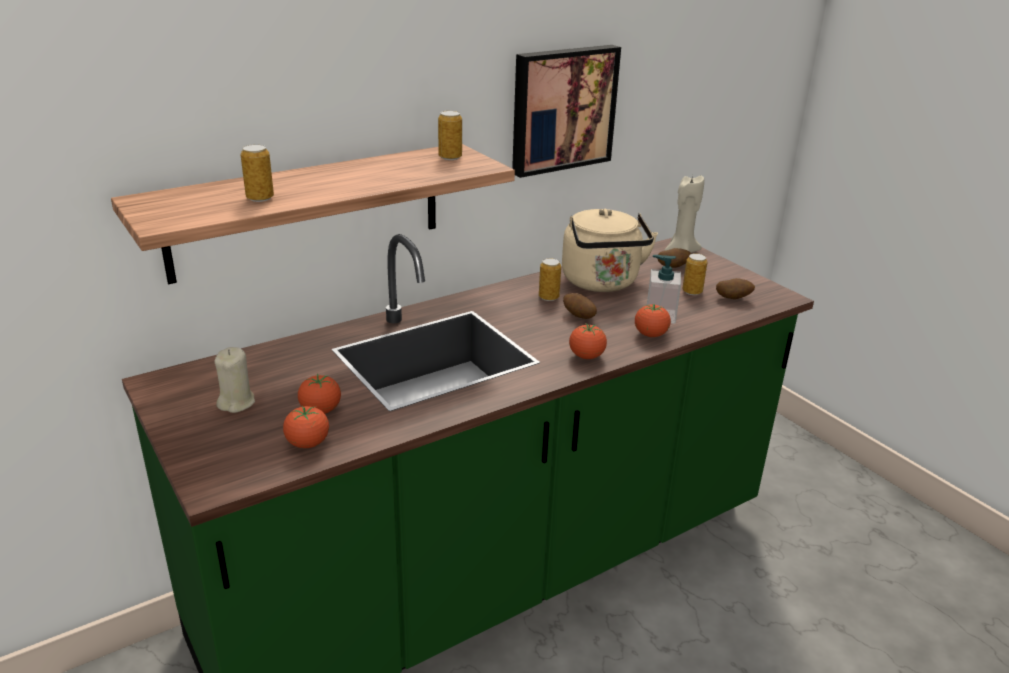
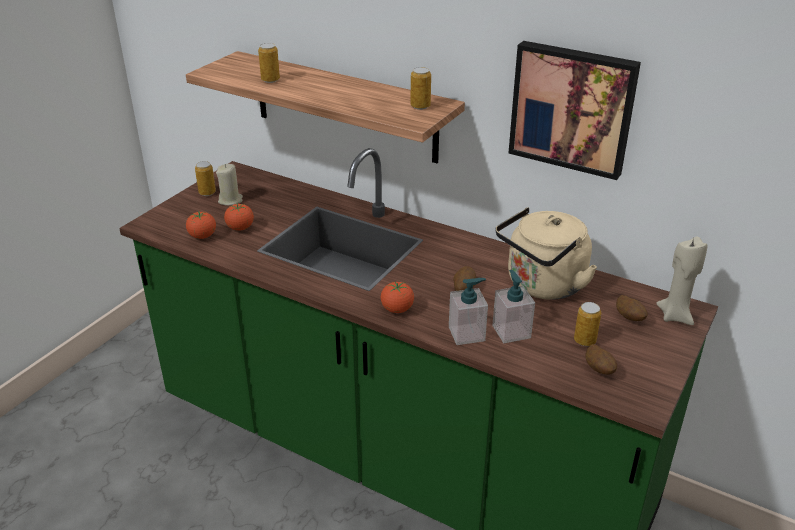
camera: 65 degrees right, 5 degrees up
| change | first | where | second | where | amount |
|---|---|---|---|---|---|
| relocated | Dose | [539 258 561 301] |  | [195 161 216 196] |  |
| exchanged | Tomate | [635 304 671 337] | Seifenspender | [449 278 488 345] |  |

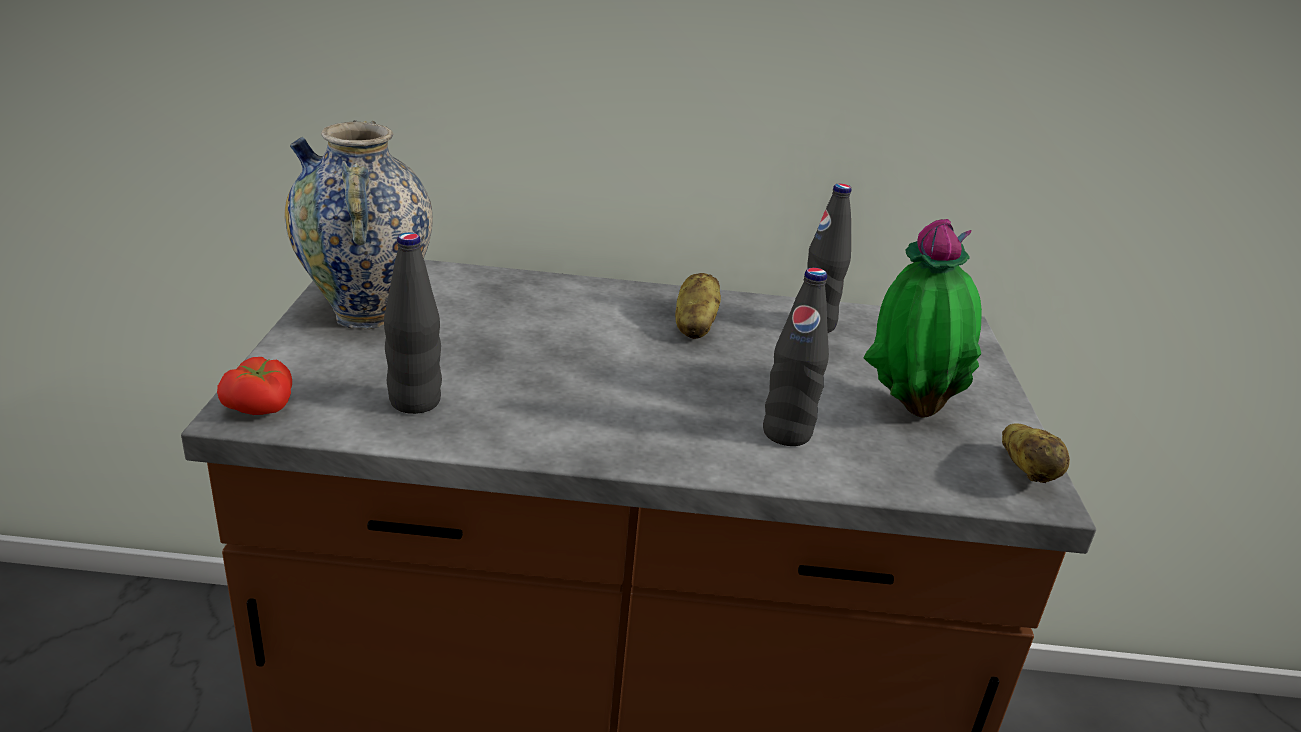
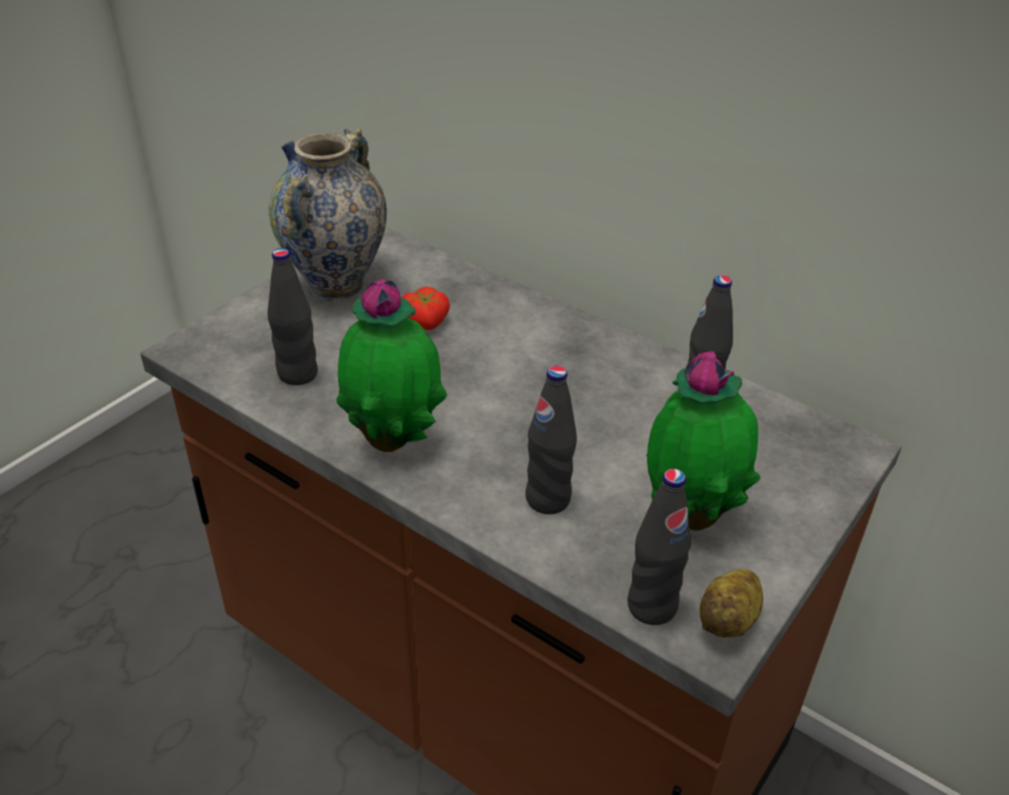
camera: 35 degrees right, 10 degrees up
| change | first | where | second | where | amount |
|---|---|---|---|---|---|
| missing | Kartoffel | [675 273 721 339] |  |  |  |
| relocated | Tomate | [217 357 292 415] |  | [401 286 450 330] |  |
| appeared |  |  | Topfpflanze | [336 279 447 452] |  |
| appeared |  |  | Flasche/schwarz | [627 469 691 625] |  |

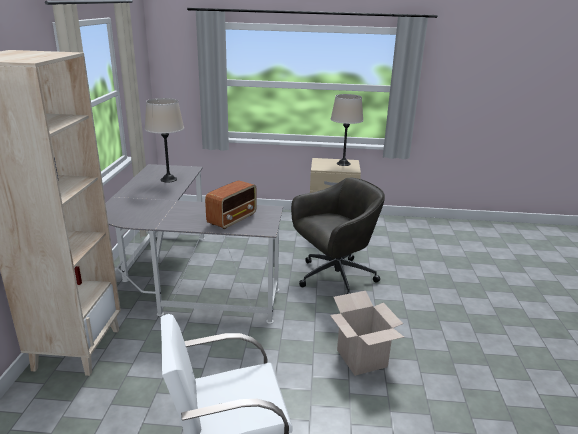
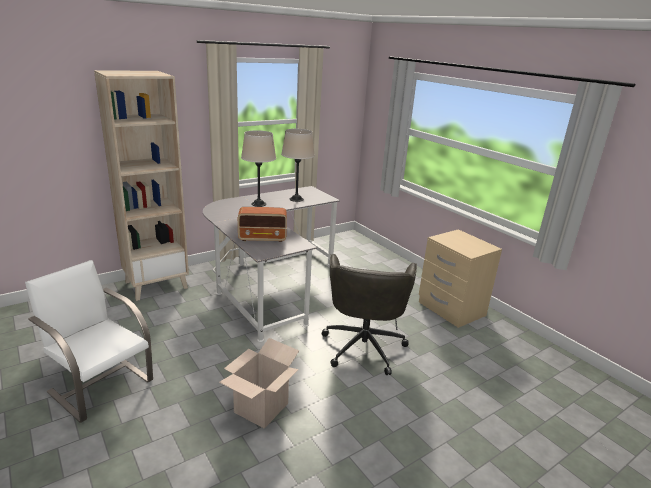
camera: 50 degrees right, 0 degrees up
| change | first | where | second | where | amount |
|---|---|---|---|---|---|
| relocated | Tischlampe/beige | [331 94 363 166] |  | [241 130 276 207] |  |
| spun | Bürostuhl/grau | [291 178 385 294] |  | [322 254 417 375] | 75 degrees clockwise |

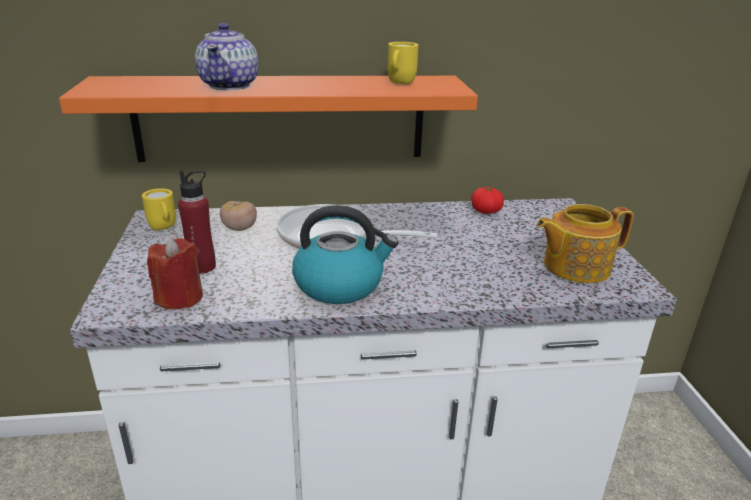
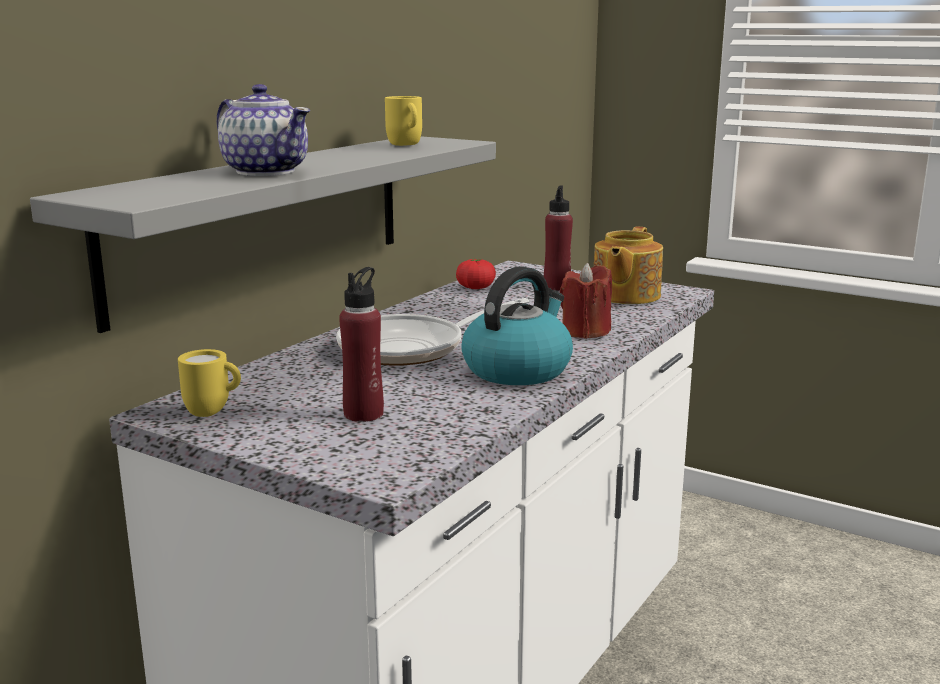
camera: 50 degrees left, 10 degrees down
| change | first | where | second | where | amount |
|---|---|---|---|---|---|
| colour | Wandregal/orange | [59 76 478 162] | Wandregal/grau | [30 136 496 333] |  |
| missing | Tomate | [220 201 257 231] |  |  |  |
| relocated | Kerze/rot | [147 237 203 309] |  | [560 263 612 339] |  |
| appeared |  |  | Flasche/rot | [544 186 573 291] |  |

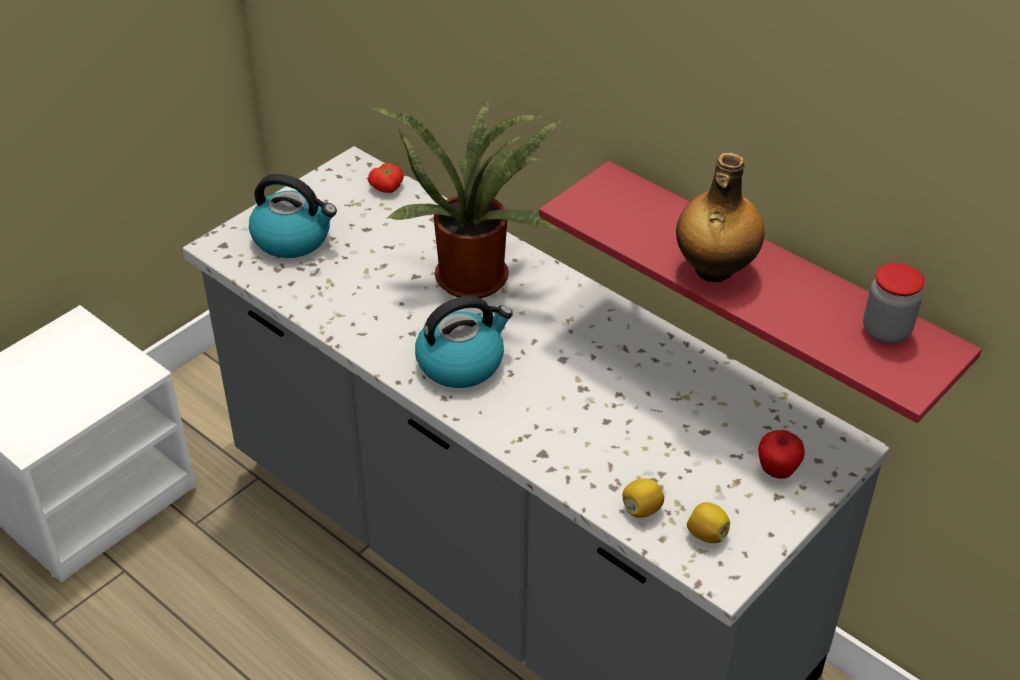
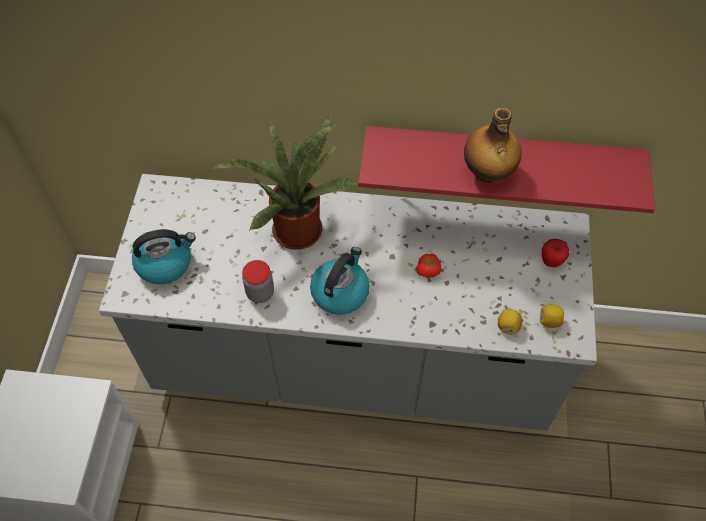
camera: 35 degrees left, 15 degrees up
| change | first | where | second | where | amount |
|---|---|---|---|---|---|
| relocated | Tomate | [368 163 404 193] |  | [416 253 441 277] |  |
| relocated | Vorratsglas | [863 263 924 344] |  | [242 260 274 303] |  |

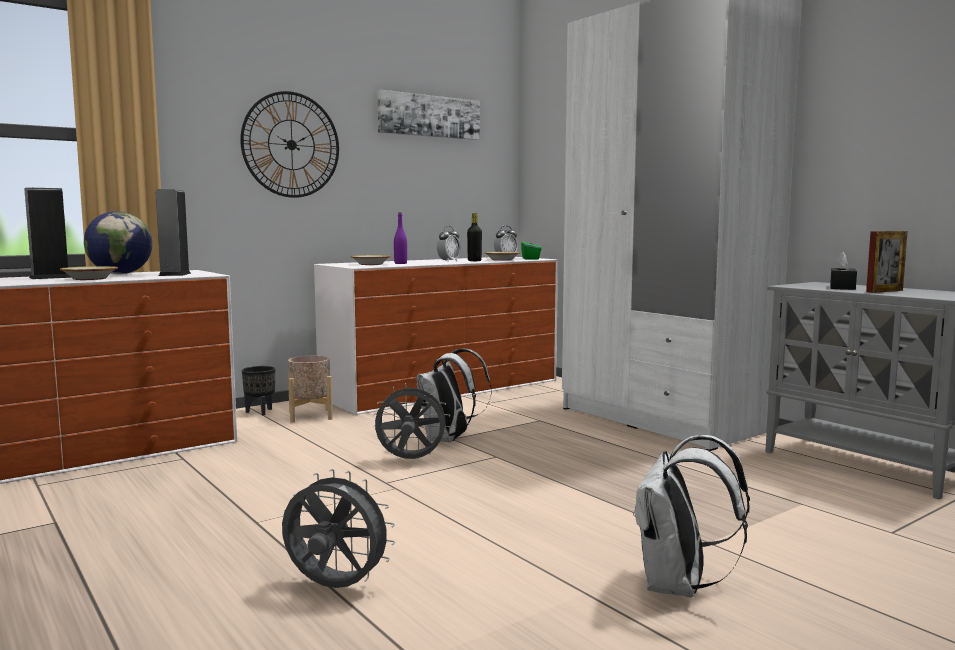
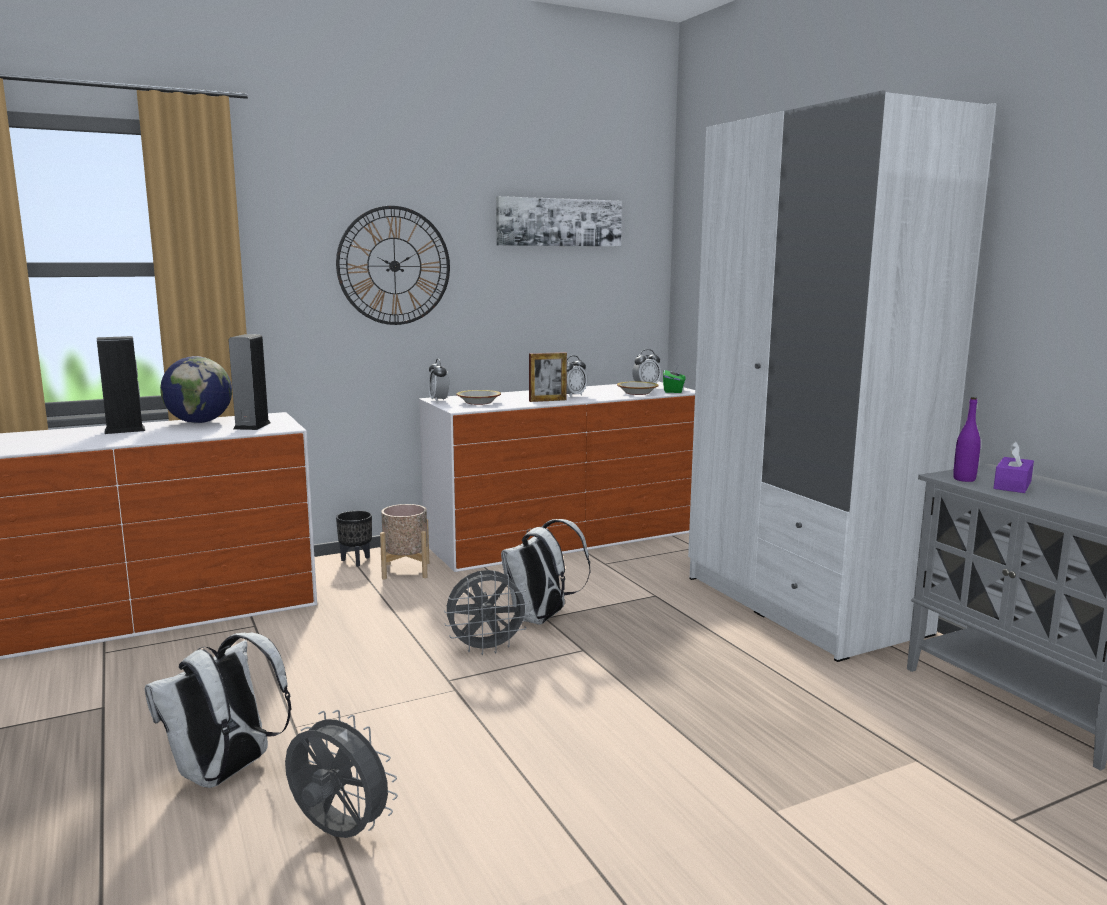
camera: 10 degrees right, 5 degrees up
| change | first | where | second | where | amount |
|---|---|---|---|---|---|
| relocated | Flasche/lila | [394 213 407 264] |  | [953 397 981 482] |  |
| missing | Flasche/schwarz | [467 213 482 261] |  |  |  |
| relocated | Bilderrahmen | [866 231 908 293] |  | [529 352 567 402] |  |
| colour | Taschentuchbox/schwarz | [830 252 857 290] | Taschentuchbox/lila | [994 441 1034 493] |  |
| missing | Schüssel | [60 266 118 280] |  |  |  |
| spun | Ventilator/grau | [373 383 450 459] |  | [444 570 531 655] | 150 degrees clockwise |
| relocated | Rucksack/weiß | [633 435 750 597] |  | [145 633 291 788] |  |
| appeared |  |  | Wecker | [428 359 449 402] |  |

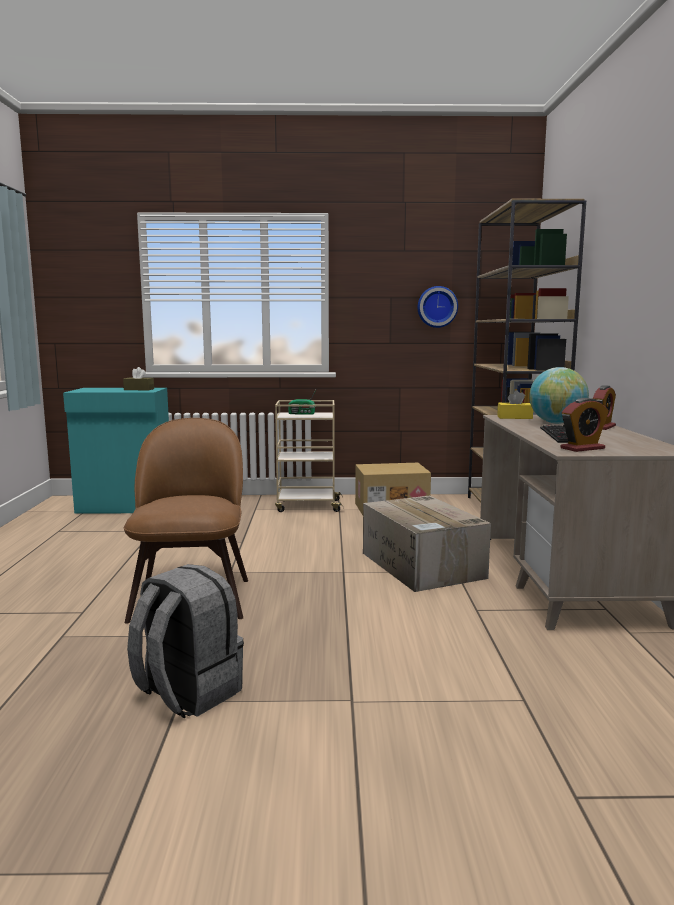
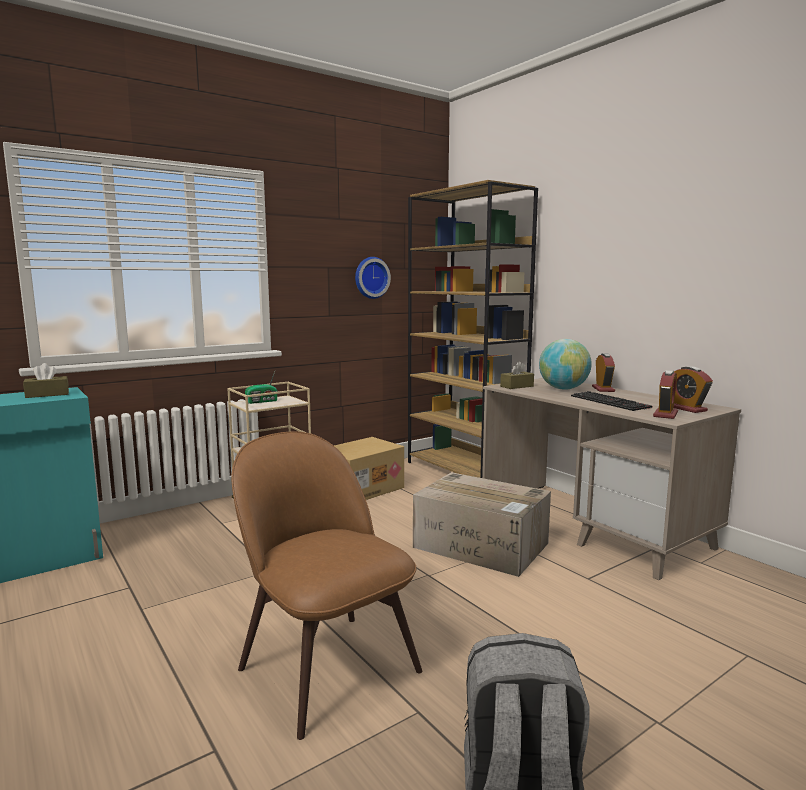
camera: 35 degrees left, 0 degrees up
| change | first | where | second | where | amount |
|---|---|---|---|---|---|
| colour | Taschentuchbox/gelb | [497 390 533 419] | Taschentuchbox/braun | [500 361 534 389] |  |
| appeared |  |  | Wecker | [674 366 713 413] |  |

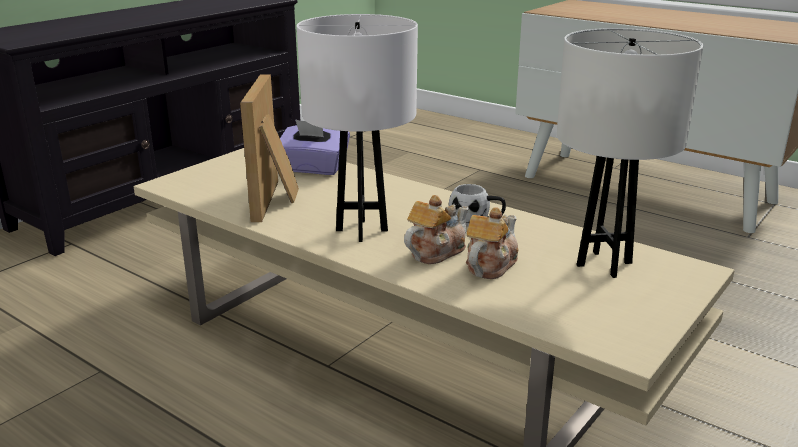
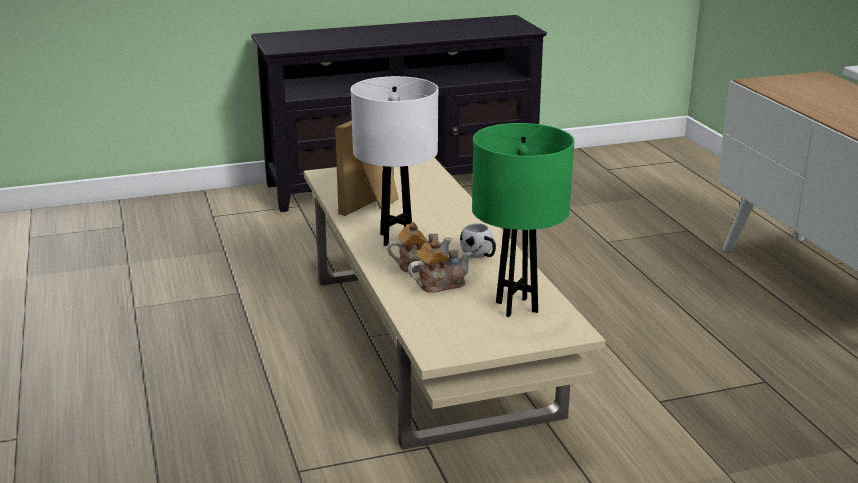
camera: 35 degrees right, 0 degrees up
| change | first | where | second | where | amount |
|---|---|---|---|---|---|
| colour | Tischlampe/weiß | [557 28 703 278] | Tischlampe/grün | [472 123 574 317] |  |
| missing | Taschentuchbox/lila | [280 119 350 175] |  |  |  |

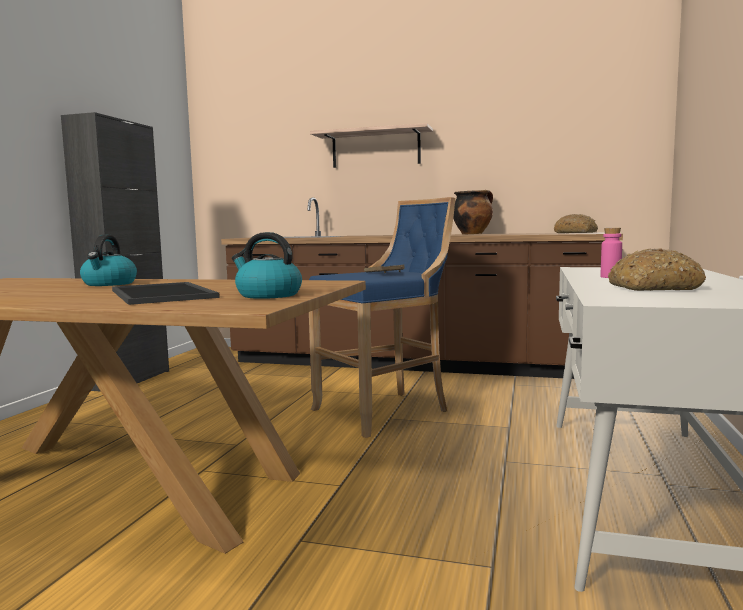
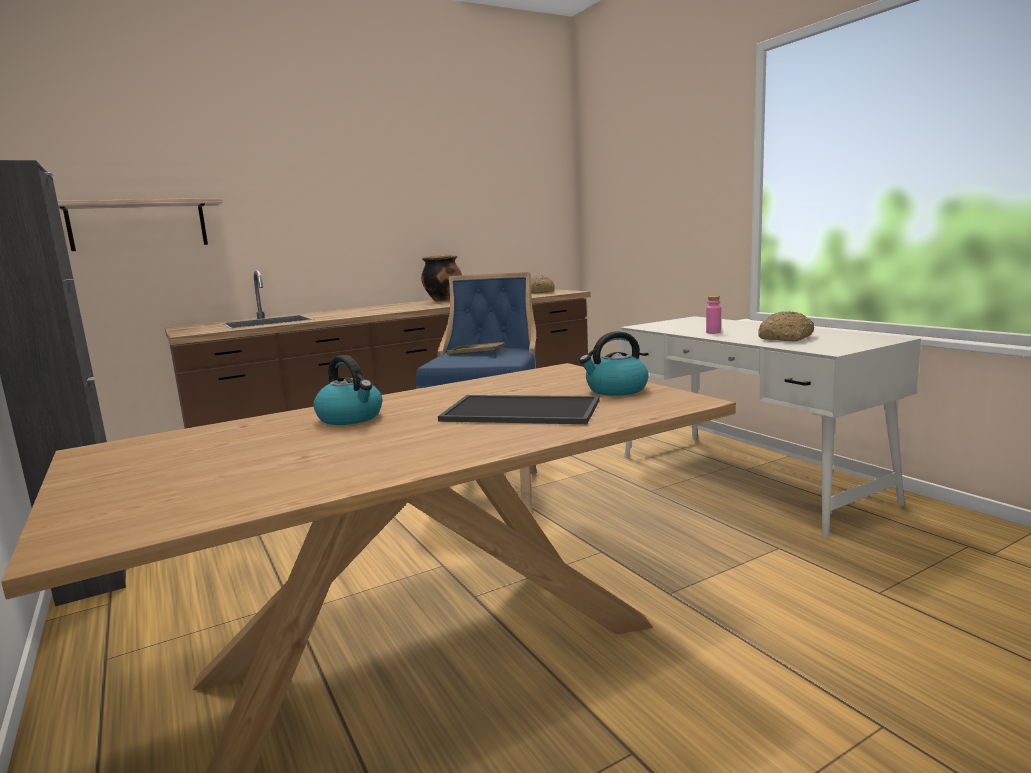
camera: 45 degrees left, 5 degrees up
| change | first | where | second | where | amount |
|---|---|---|---|---|---|
| relocated | Wandregal | [310 123 433 168] |  | [57 198 223 251] |  |

